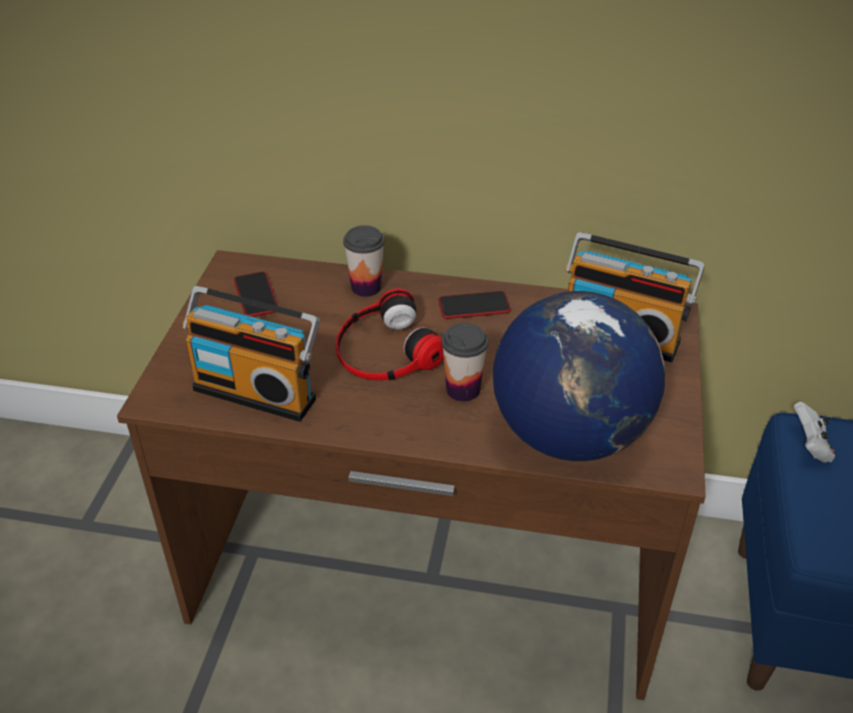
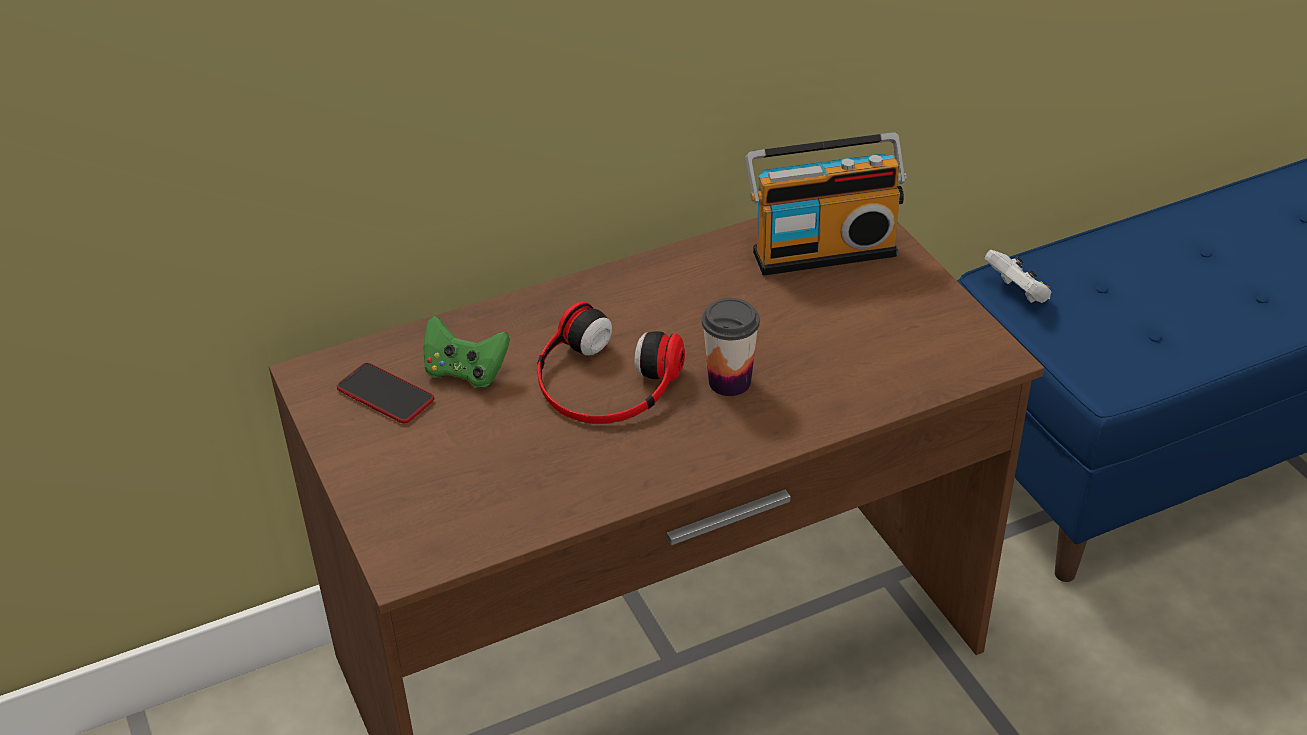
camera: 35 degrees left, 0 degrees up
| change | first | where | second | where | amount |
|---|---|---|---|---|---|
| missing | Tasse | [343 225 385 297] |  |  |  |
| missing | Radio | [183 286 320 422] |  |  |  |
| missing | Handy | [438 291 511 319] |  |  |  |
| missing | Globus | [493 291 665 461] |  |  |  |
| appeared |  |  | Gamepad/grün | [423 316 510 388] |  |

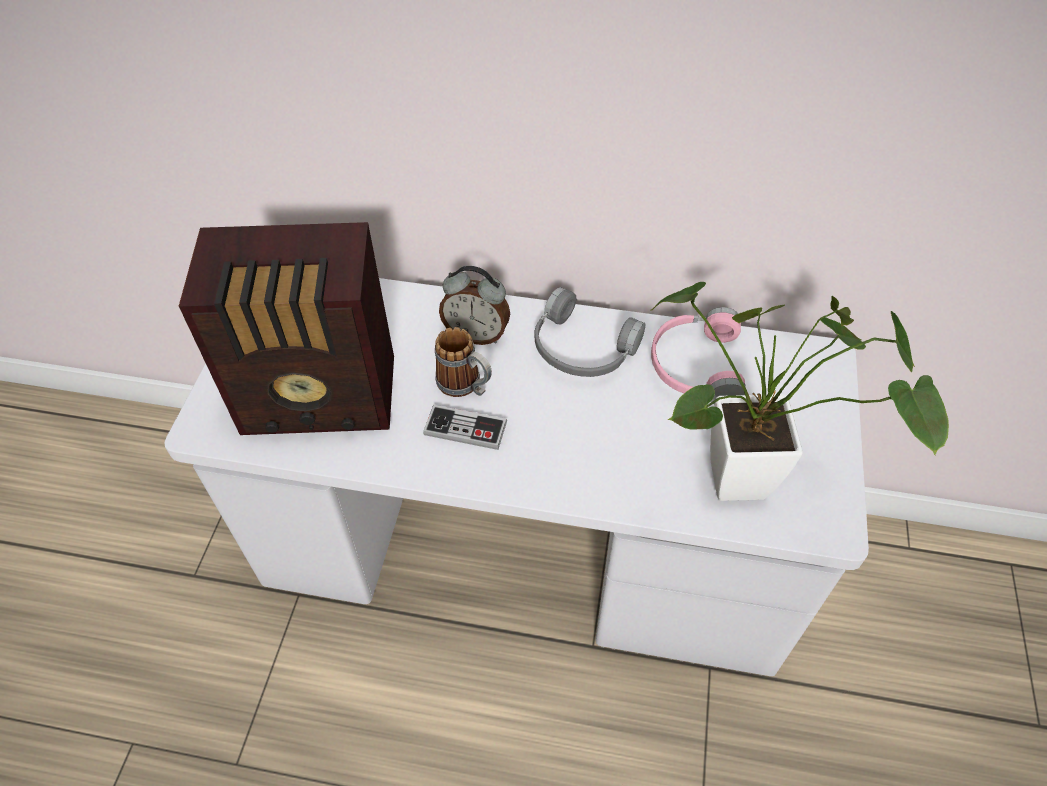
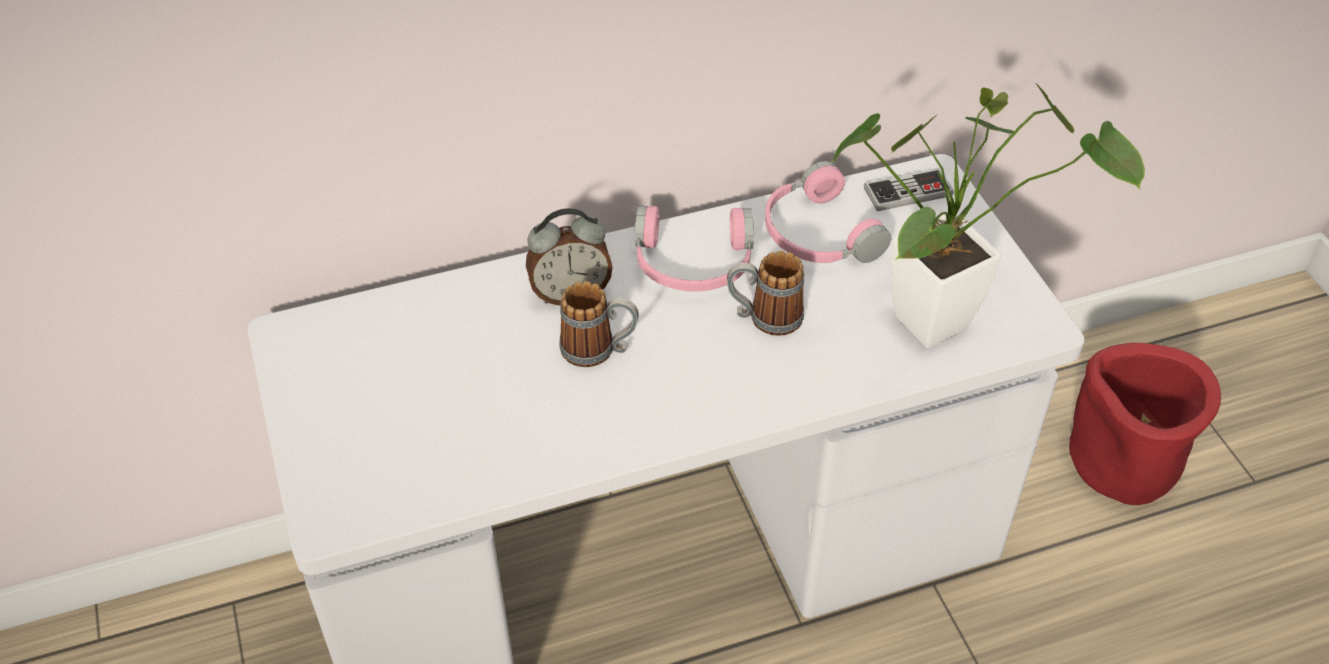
camera: 30 degrees left, 5 degrees down
| change | first | where | second | where | amount |
|---|---|---|---|---|---|
| missing | Radio | [178 222 394 435] |  |  |  |
| colour | Kopfhörer/grau | [534 287 645 377] | Kopfhörer/rosa | [635 206 754 291] |  |
| relocated | Gamepad | [423 404 507 450] |  | [864 168 954 211] |  |
| appeared |  |  | Henkelbecher | [727 251 804 336] |  |
| appeared |  |  | Pflanzkübel/rot | [1069 343 1221 505] |  |

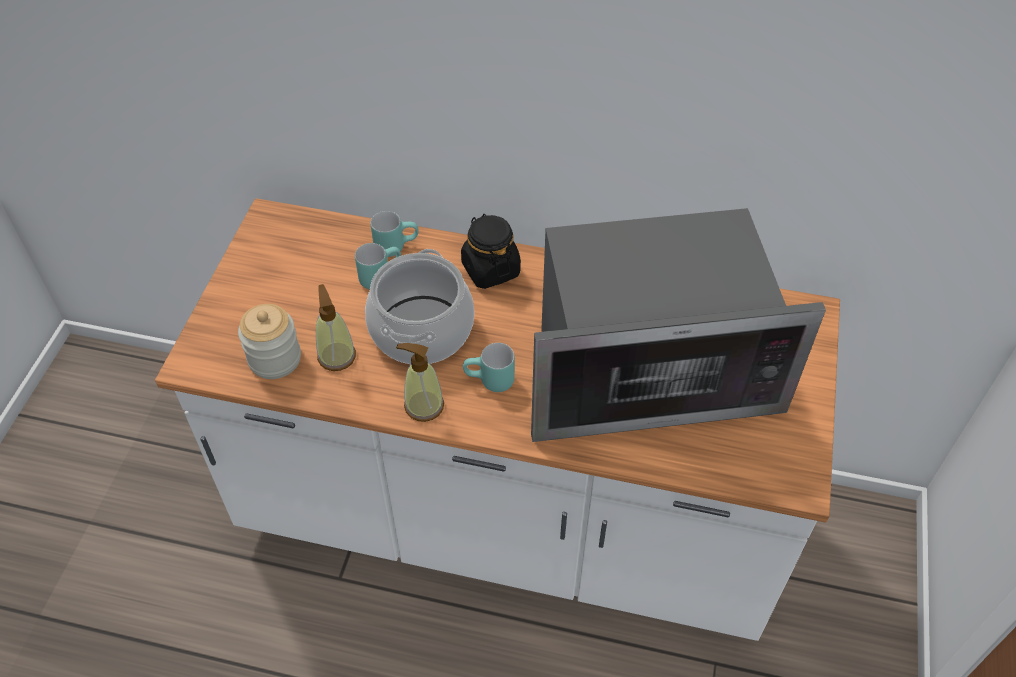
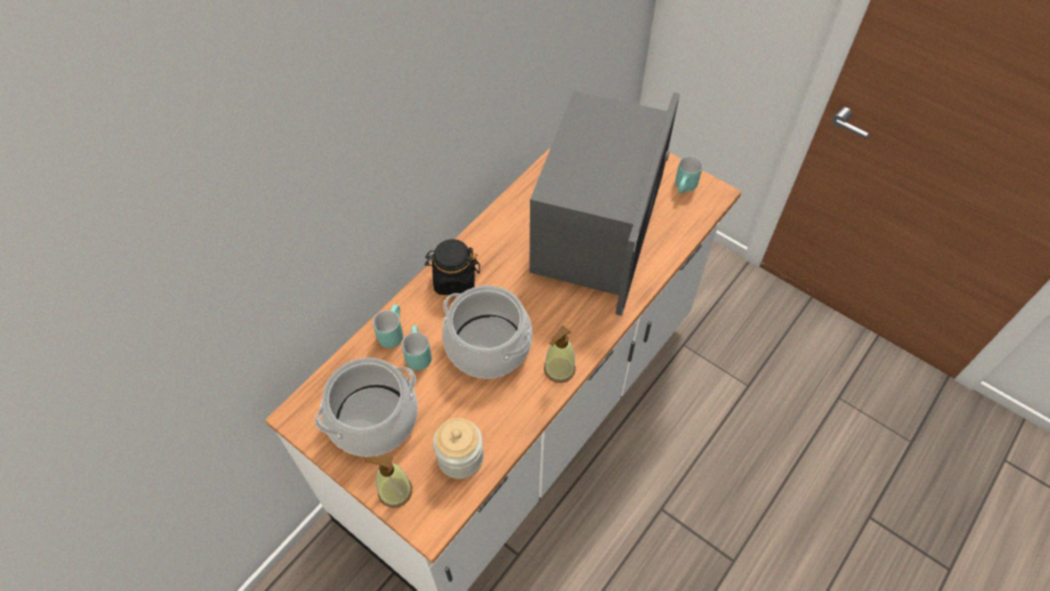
camera: 65 degrees left, 5 degrees up
| change | first | where | second | where | amount |
|---|---|---|---|---|---|
| relocated | Seifenspender | [316 284 356 371] |  | [364 456 412 508] |  |
| relocated | Henkelbecher/türkis | [463 343 515 392] |  | [675 156 703 194] |  |
| appeared |  |  | Kochtopf | [315 357 418 457] |  |

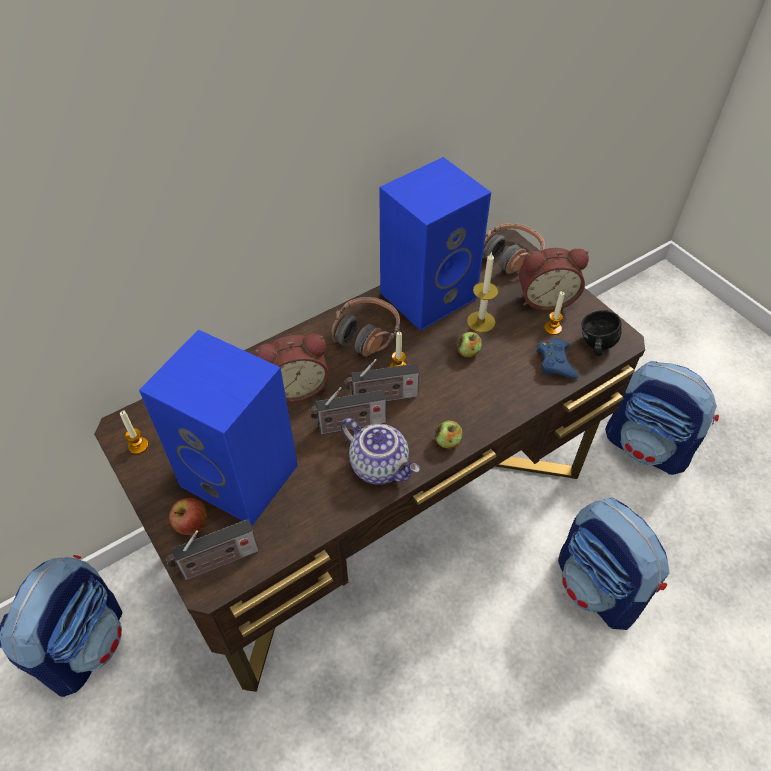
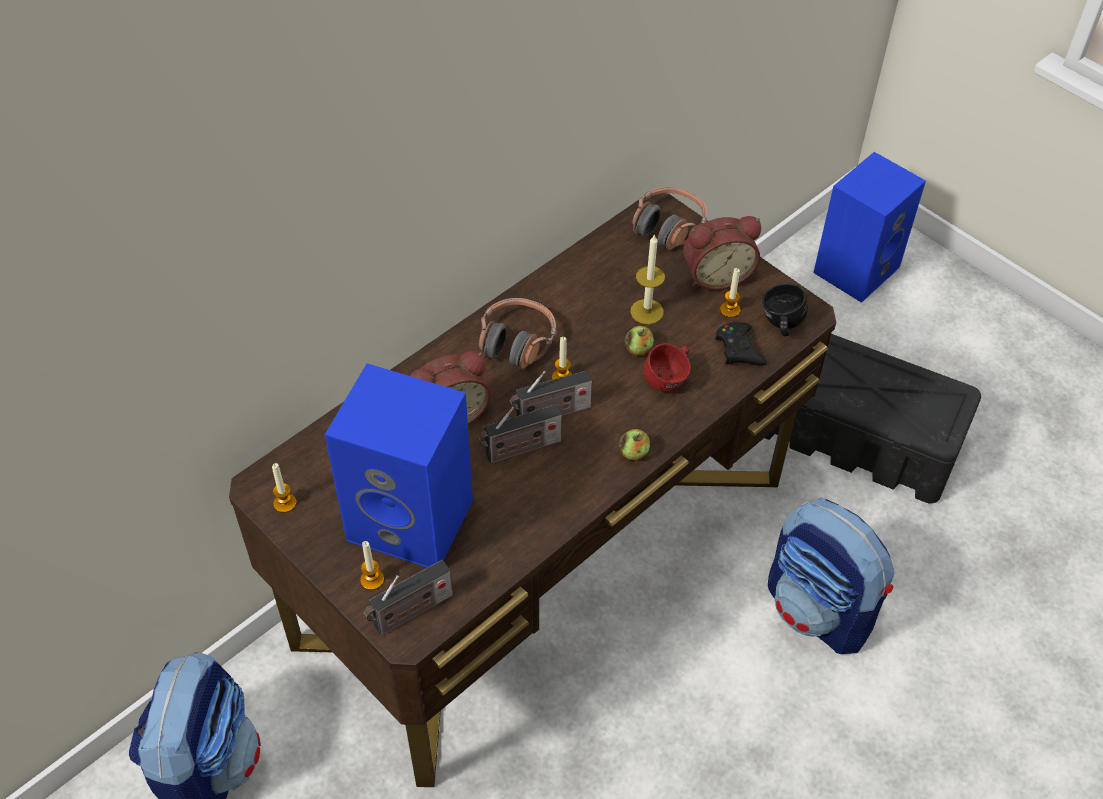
camera: 10 degrees left, 0 degrees up
| change | first | where | second | where | amount |
|---|---|---|---|---|---|
| relocated | Lautsprecher/blau | [379 157 491 331] |  | [813 152 926 303] |  |
| colour | Gamepad/blau | [536 339 579 379] | Gamepad/schwarz | [715 322 767 366] |  |
| exchanged | Rucksack | [605 361 719 475] | Aufbewahrungsbox/schwarz | [765 334 981 504] |  |
| missing | Teekanne | [340 418 420 485] |  |  |  |
| exchanged | Apfel | [169 498 207 535] | Kerze | [360 541 384 590] |  |
| appeared |  |  | Henkelbecher/rot | [643 343 691 392] |  |

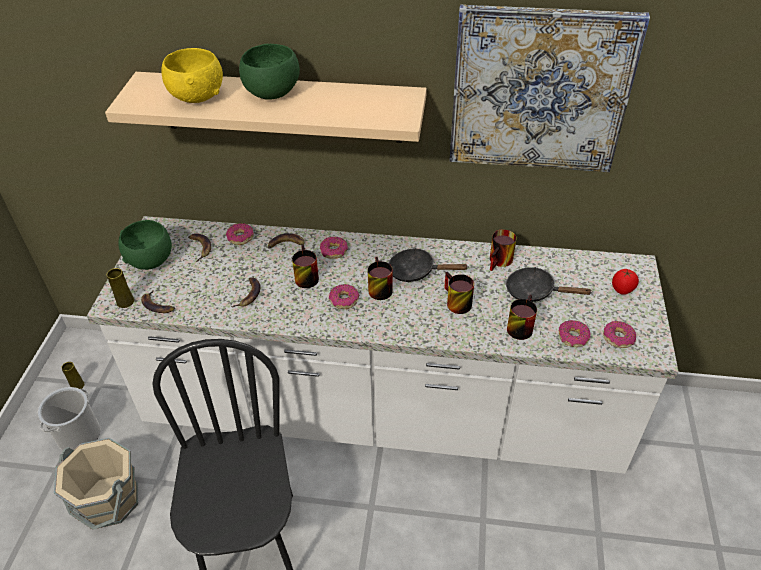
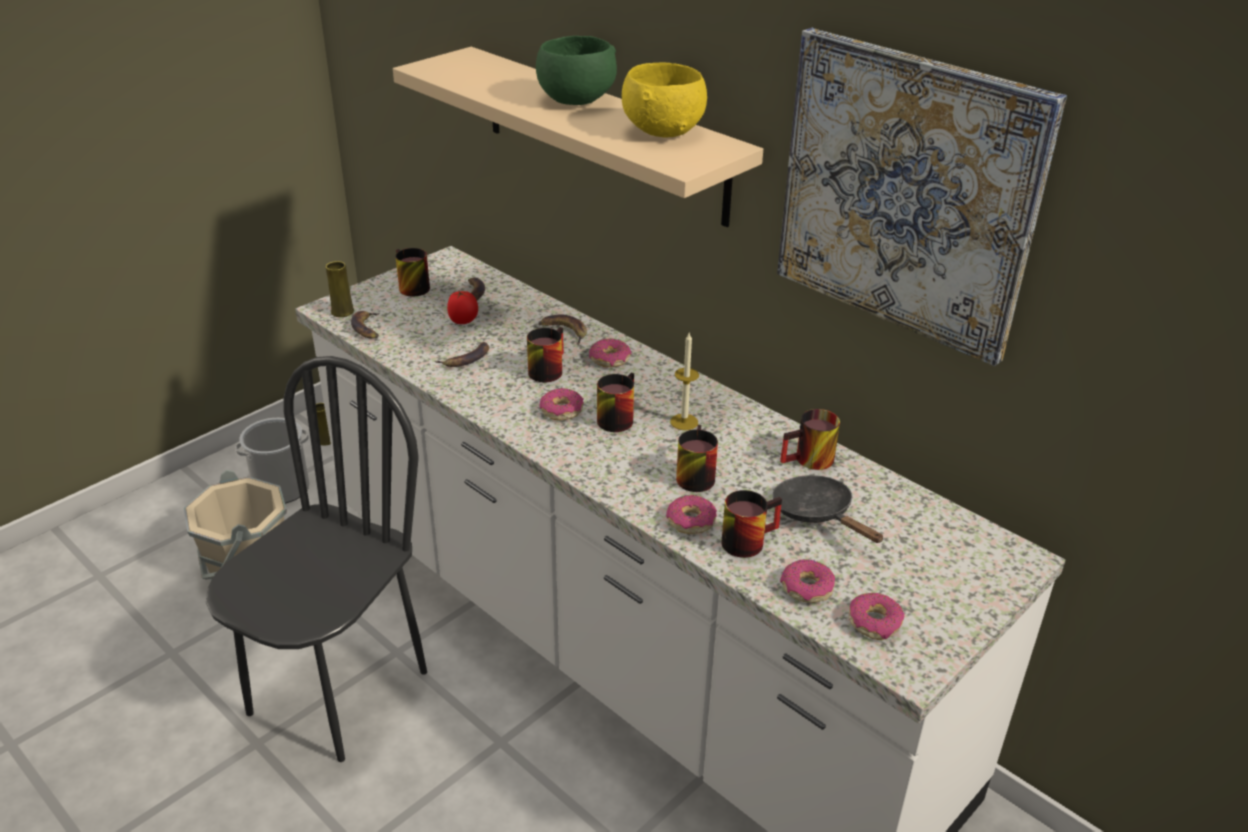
camera: 35 degrees right, 10 degrees down
| change | first | where | second | where | amount |
|---|---|---|---|---|---|
| relocated | Schüssel/gelb | [161 48 223 103] |  | [622 62 707 137] |  |
| exchanged | Schüssel/grün | [118 220 172 270] | Henkelbecher | [395 248 430 296] |  |
| relocated | Donut | [226 223 254 245] |  | [666 495 717 534] |  |
| exchanged | Pfanne/schwarz | [389 248 468 282] | Kerze | [670 333 699 430] |  |
| relocated | Tomate | [612 269 639 295] |  | [447 290 478 324] |  |

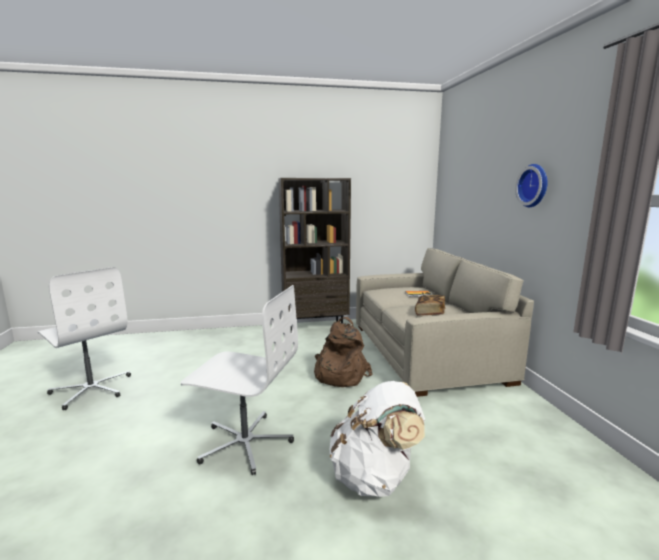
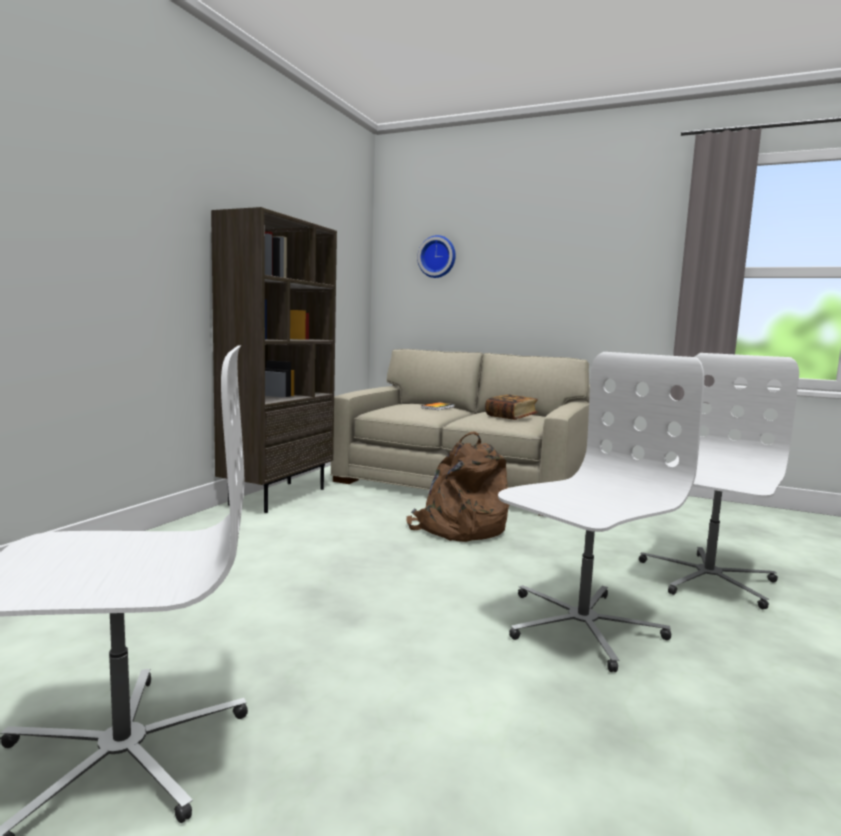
camera: 55 degrees left, 5 degrees down
| change | first | where | second | where | amount |
|---|---|---|---|---|---|
| relocated | Wanduhr | [515 164 548 207] |  | [417 235 456 278] |  |
| exchanged | Rucksack/weiß | [330 381 425 497] | Bürostuhl/weiß | [639 353 799 609] |  |

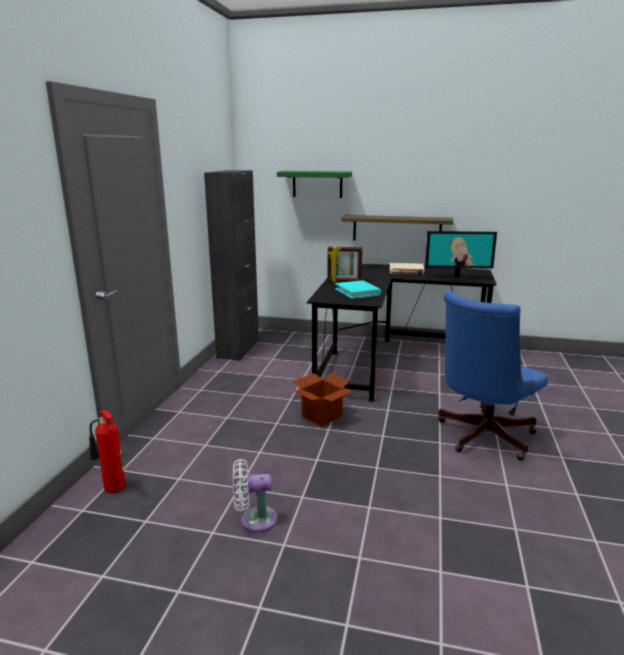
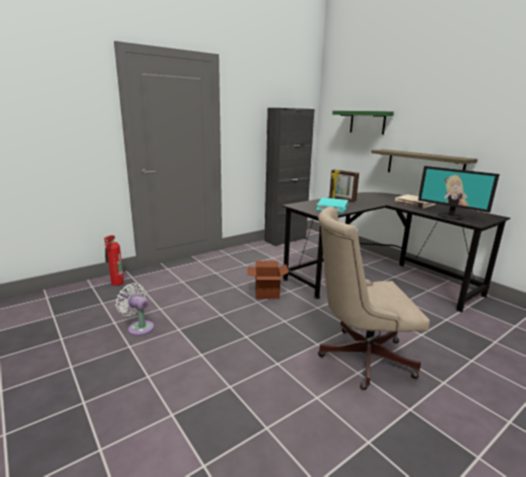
camera: 40 degrees right, 0 degrees up
| change | first | where | second | where | amount |
|---|---|---|---|---|---|
| colour | Bürostuhl/blau | [438 291 548 461] | Bürostuhl/beige | [318 207 430 390] |  |

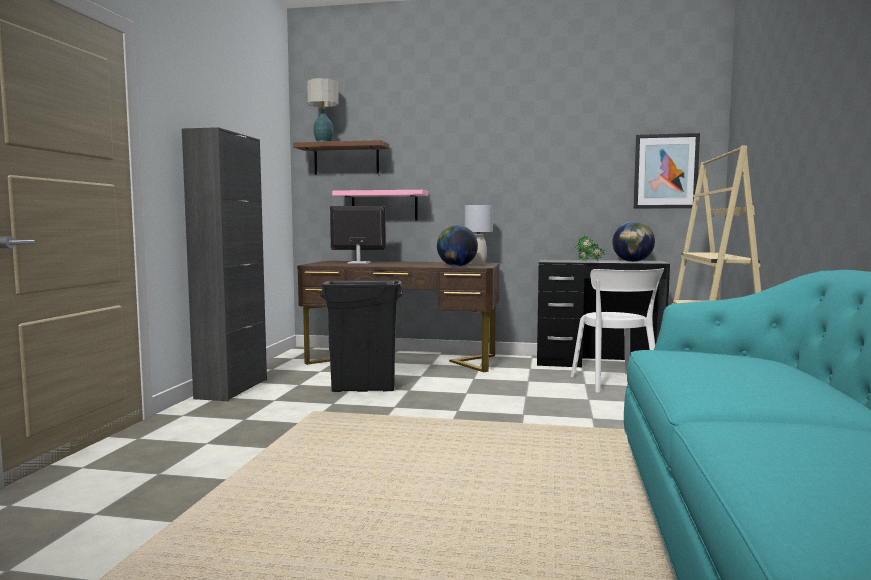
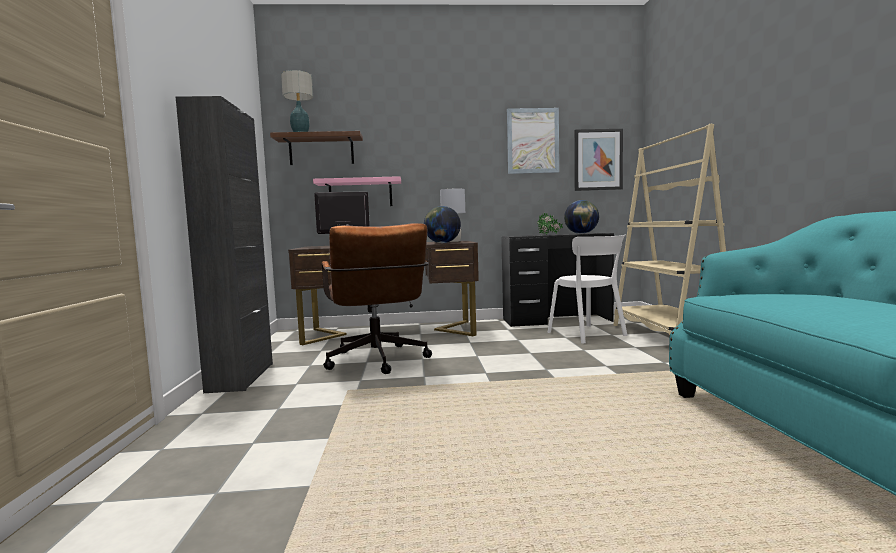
camera: 15 degrees left, 0 degrees up
| change | first | where | second | where | amount |
|---|---|---|---|---|---|
| exchanged | Mülleimer/schwarz | [320 281 403 392] | Bürostuhl/braun | [322 223 432 374] |  |
| appeared |  |  | Bild | [507 108 559 174] |  |

